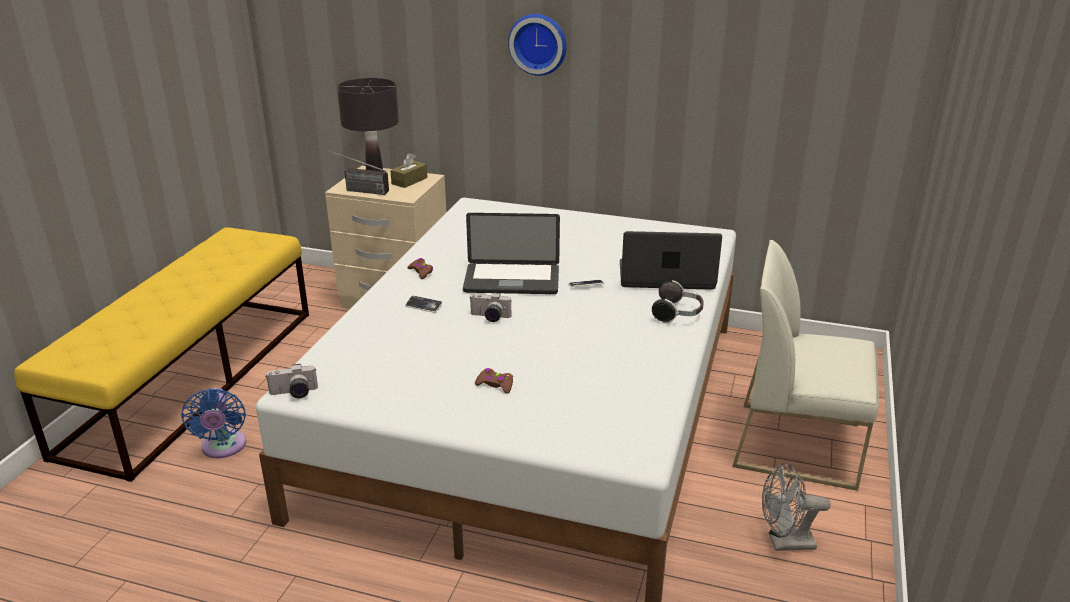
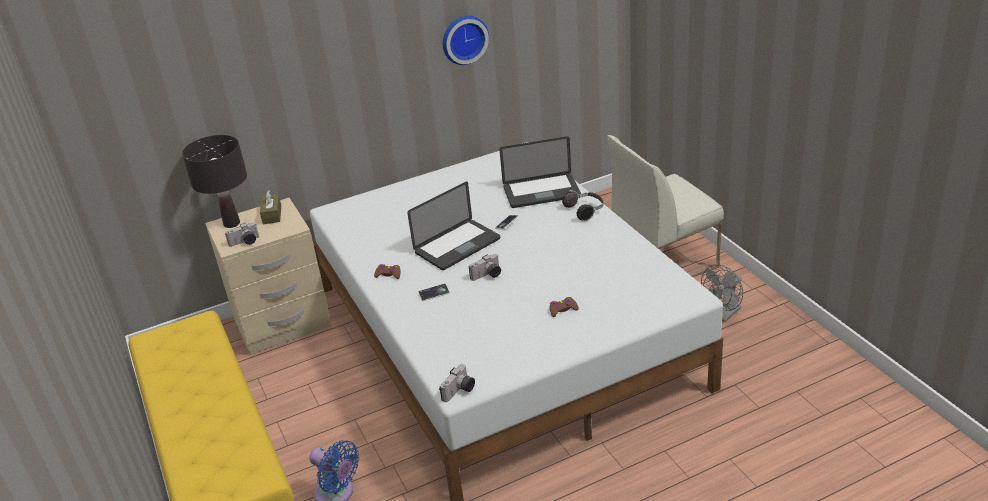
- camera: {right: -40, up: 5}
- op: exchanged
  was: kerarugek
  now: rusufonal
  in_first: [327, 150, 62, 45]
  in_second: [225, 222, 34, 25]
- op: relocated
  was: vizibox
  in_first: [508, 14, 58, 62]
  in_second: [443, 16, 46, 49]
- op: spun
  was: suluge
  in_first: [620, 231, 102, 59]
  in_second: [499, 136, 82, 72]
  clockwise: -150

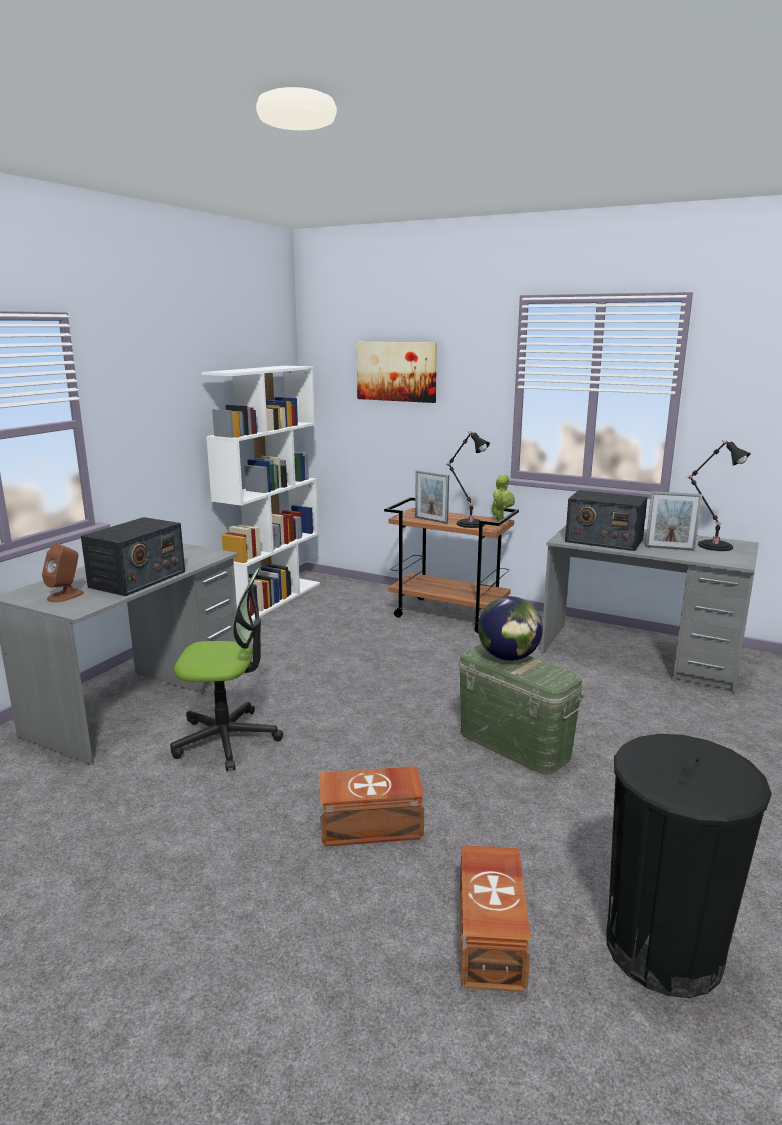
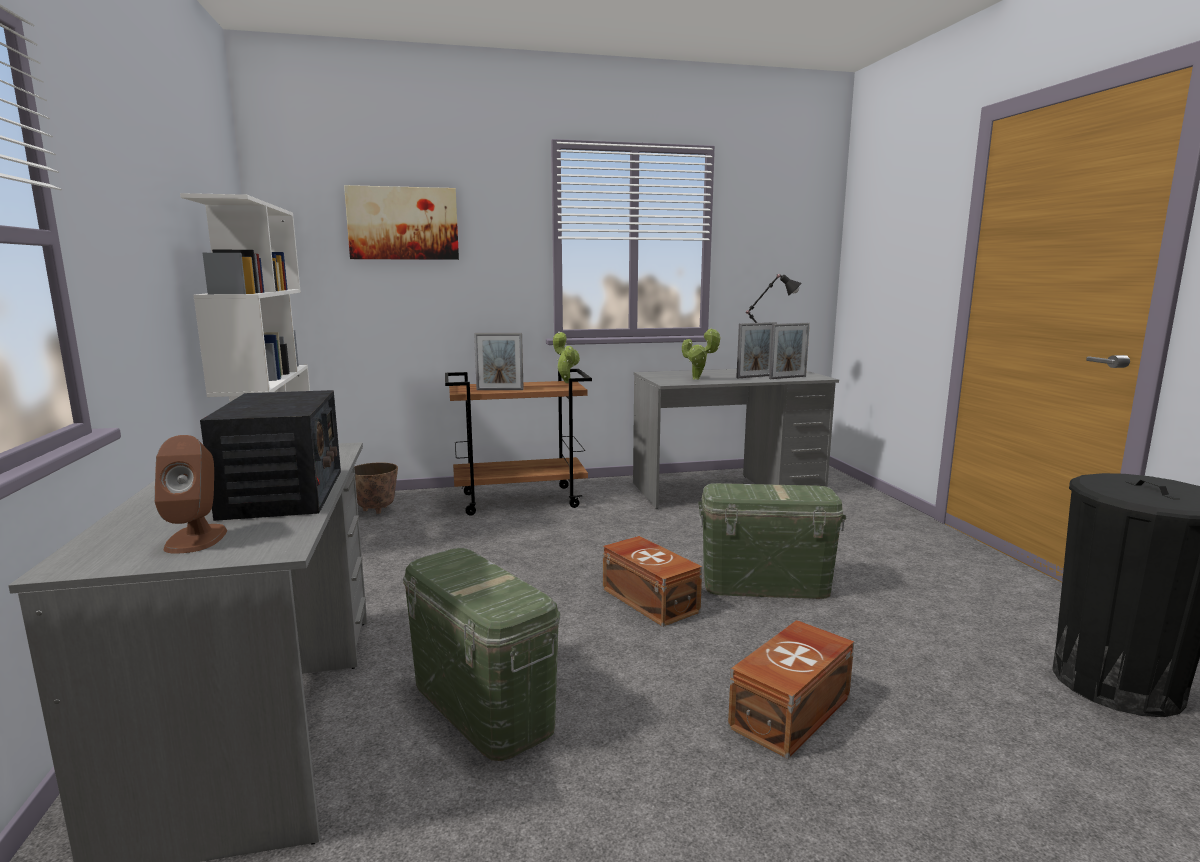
- camera: {right: -40, up: -5}
- op: exchanged
  was: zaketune
  now: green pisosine
  in_first: [170, 568, 113, 203]
  in_second: [403, 548, 157, 213]
- op: missing
  was: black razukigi
  in_first: [447, 431, 43, 97]
- op: relocated
  was: brown pisosine
  in_first: [460, 845, 71, 147]
  in_second: [603, 536, 99, 91]
- op: missing
  was: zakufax
  in_first: [478, 596, 65, 65]
- op: exchanged
  was: kerarugek
  now: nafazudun
  in_first: [565, 490, 82, 61]
  in_second: [682, 328, 39, 52]
- op: appeared
  now: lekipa
  in_second: [354, 462, 44, 52]
- op: appeared
  now: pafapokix
  in_second: [769, 323, 41, 56]

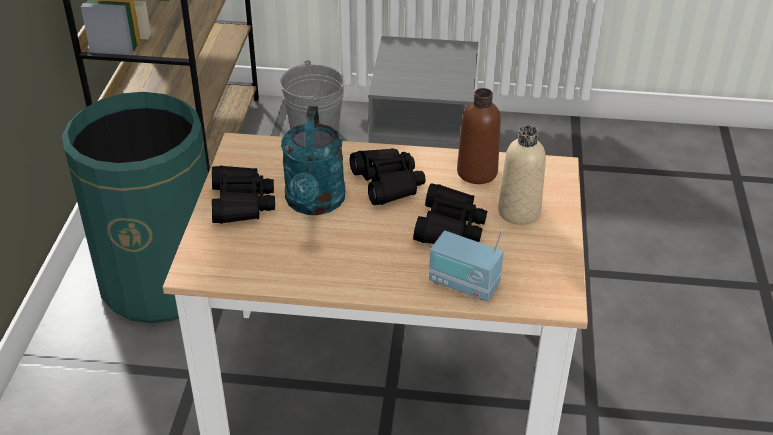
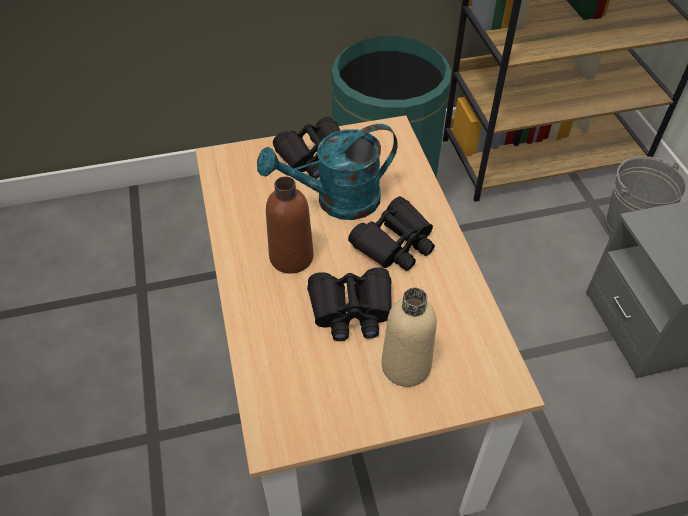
- camera: {right: 70, up: 10}
- op: missing
  was: kerarugek
  in_first: [429, 230, 75, 71]
- op: relocated
  was: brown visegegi
  in_first: [457, 88, 44, 96]
  in_second: [266, 177, 48, 97]

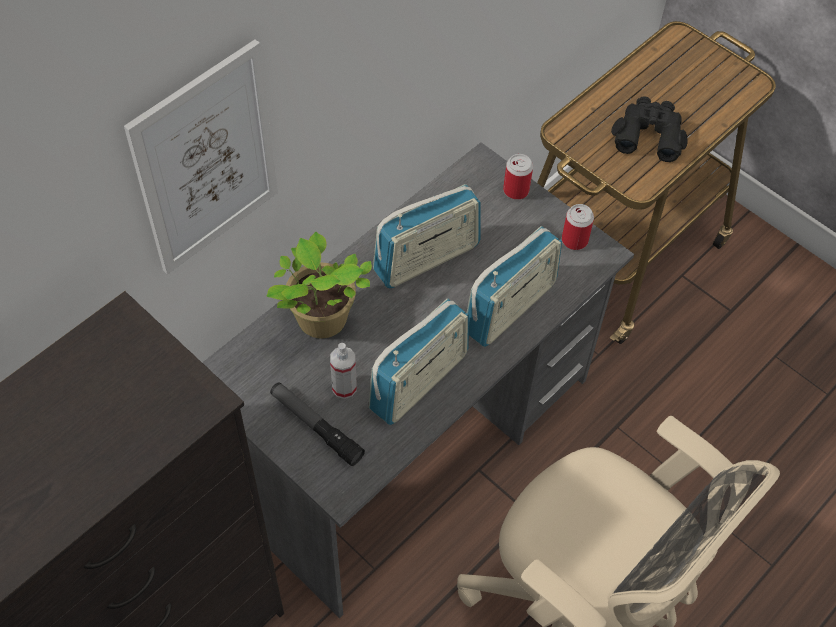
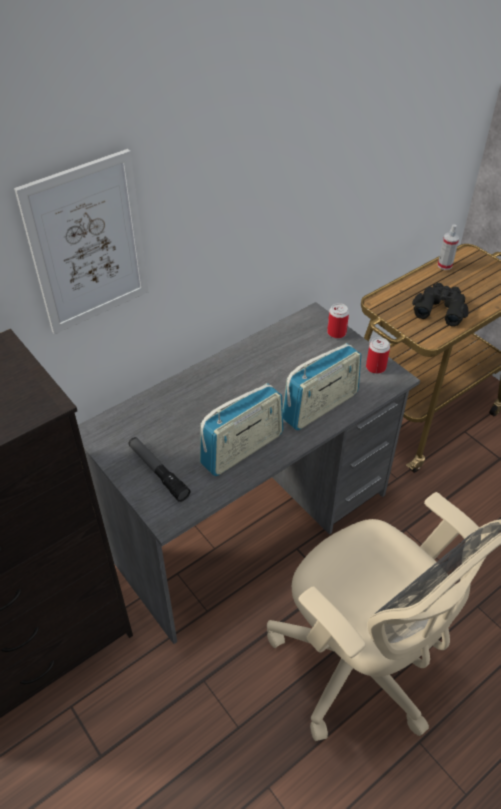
- camera: {right: 10, up: -10}
- op: missing
  was: nafazudun
  in_first: [266, 231, 106, 107]
- op: relocated
  was: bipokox
  in_first: [330, 343, 27, 56]
  in_second: [438, 224, 21, 46]
- op: missing
  was: kerarugek
  in_first: [373, 184, 108, 104]

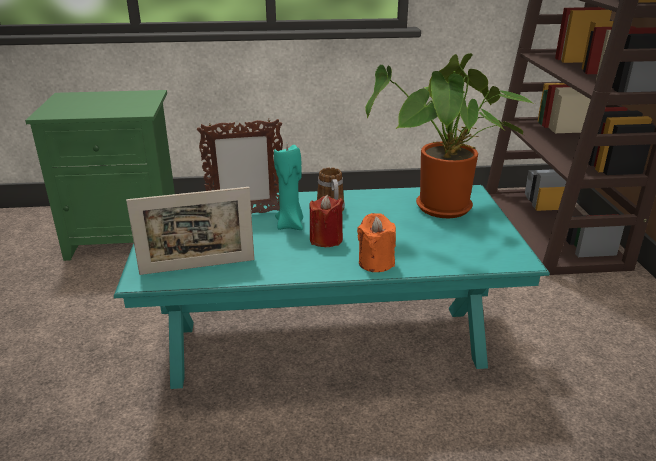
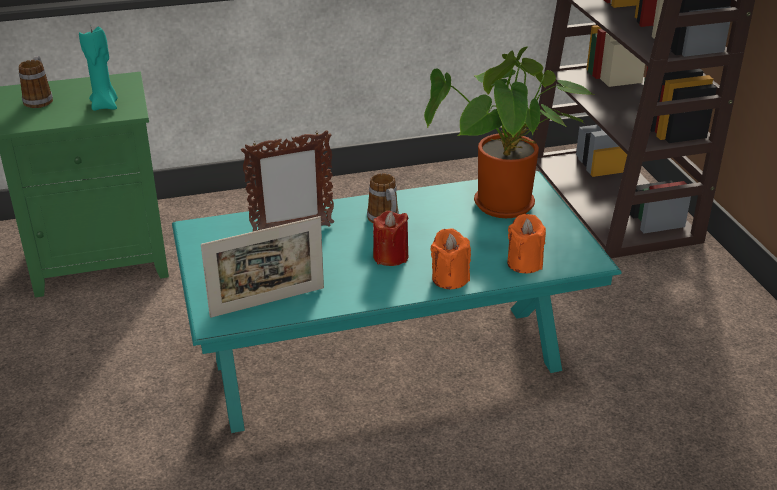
- camera: {right: -10, up: 5}
- op: relocated
  was: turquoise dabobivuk
  in_first: [274, 145, 29, 85]
  in_second: [79, 27, 39, 84]
- op: appeared
  now: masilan
  in_second: [19, 56, 34, 52]
- op: appeared
  now: orange dabobivuk
  in_second: [507, 214, 39, 59]

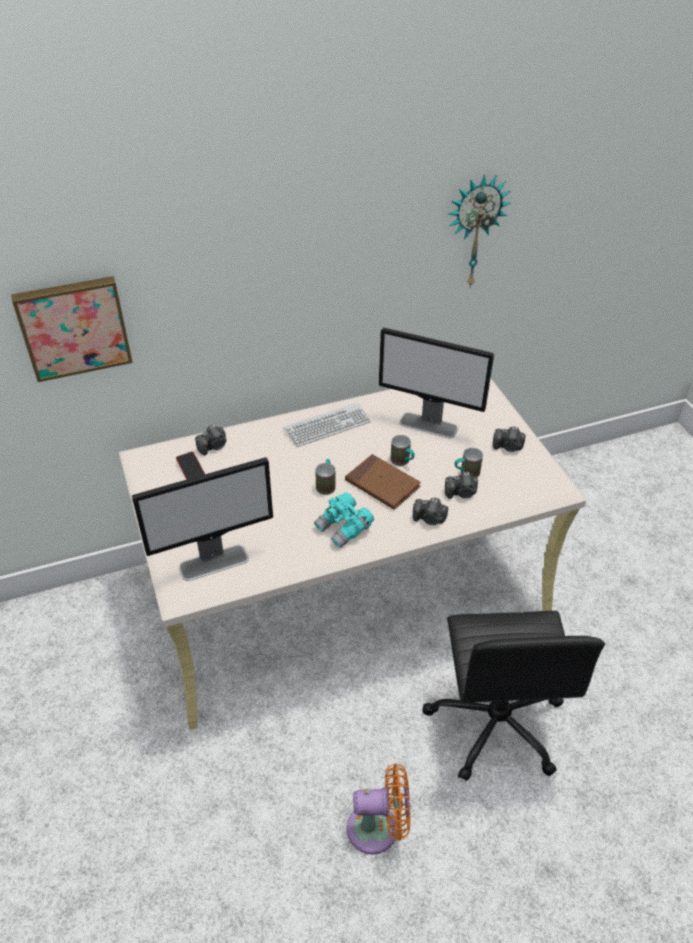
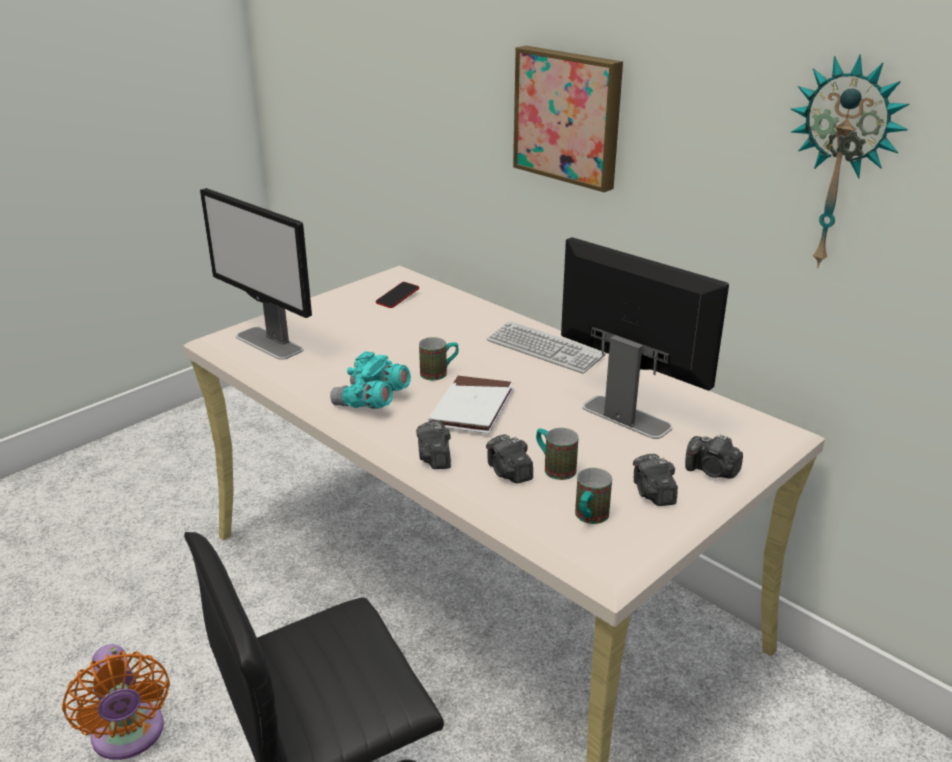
- camera: {right: 65, up: -15}
- op: relocated
  was: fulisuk
  in_first: [11, 276, 122, 106]
  in_second: [513, 46, 110, 146]
- op: relocated
  was: rusufonal
  in_first: [195, 425, 32, 30]
  in_second: [685, 434, 58, 44]
- op: colour
  was: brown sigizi
  now: white sigizi
  in_first: [345, 454, 76, 56]
  in_second: [428, 376, 86, 58]
- op: spun
  was: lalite
  in_first: [379, 327, 115, 112]
  in_second: [561, 237, 168, 202]
  clockwise: 135
- op: relocated
  was: masilan
  in_first: [391, 435, 24, 31]
  in_second: [575, 468, 37, 56]

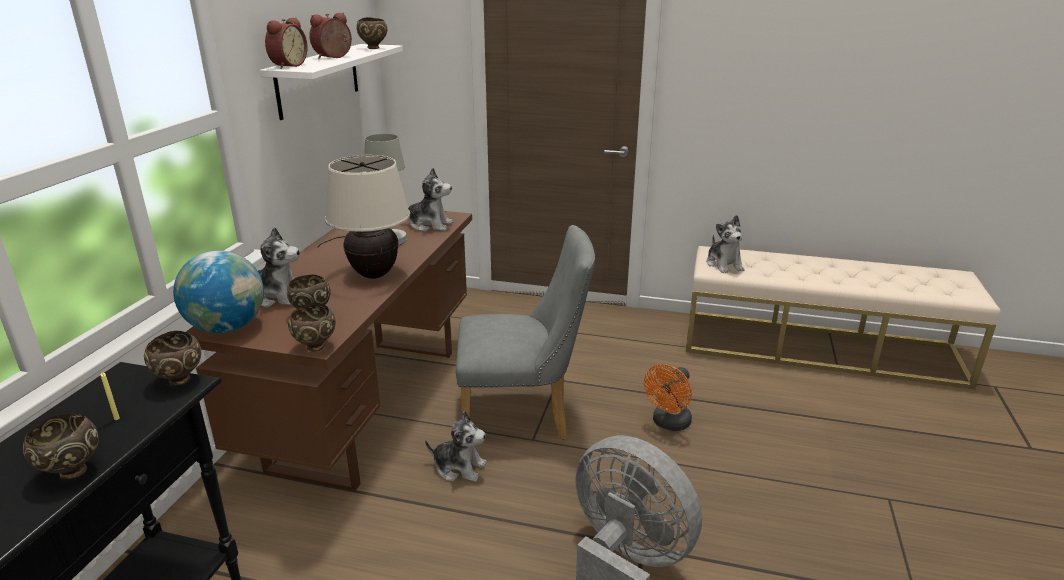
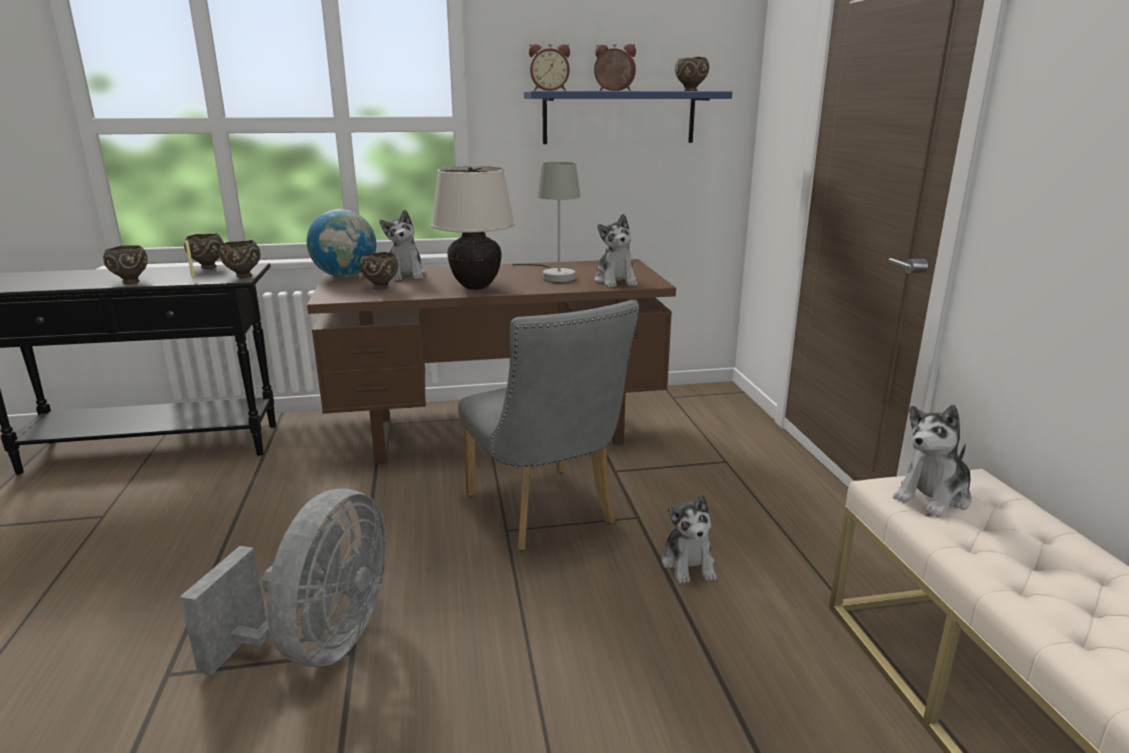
- camera: {right: 65, up: -5}
- op: colour
  was: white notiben
  now: blue notiben
  in_first: [260, 44, 143, 76]
  in_second: [524, 91, 208, 53]
- op: relocated
  was: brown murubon
  in_first: [288, 303, 48, 49]
  in_second: [184, 234, 40, 35]
- op: relocated
  was: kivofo
  in_first: [425, 411, 62, 71]
  in_second: [662, 494, 55, 90]
- op: missing
  was: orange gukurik
  in_first: [644, 364, 48, 67]

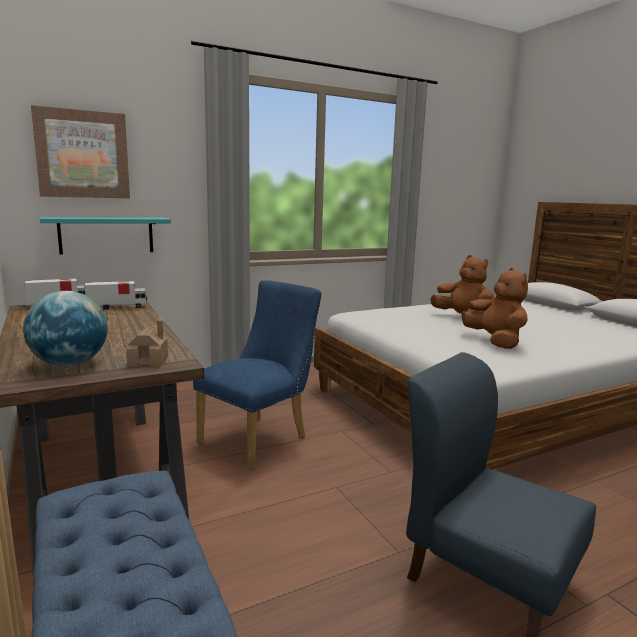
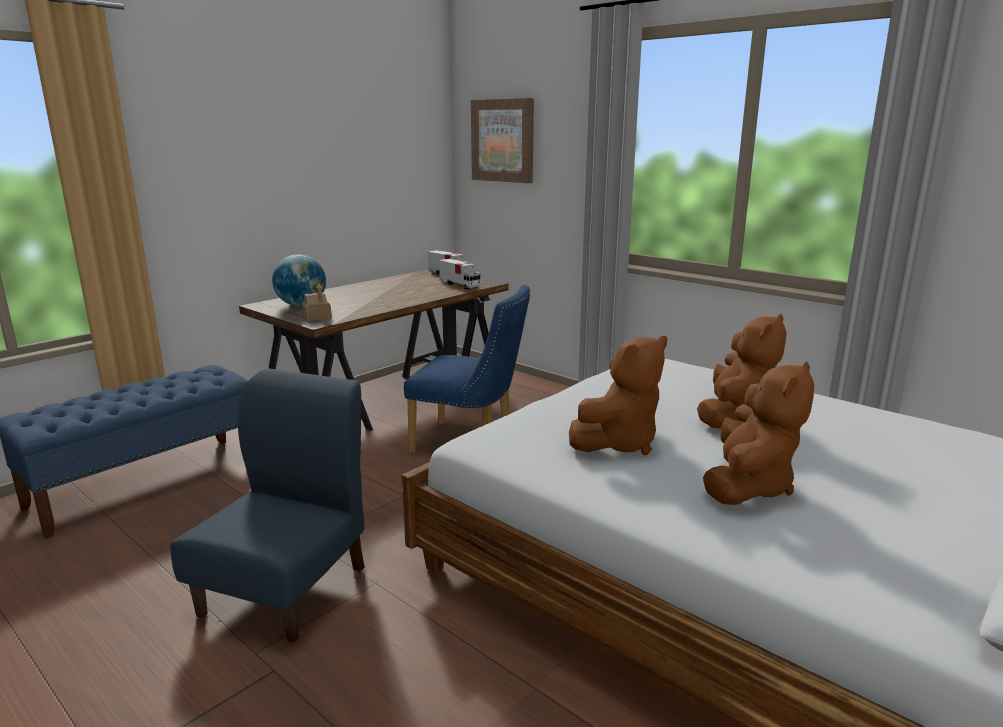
- camera: {right: 70, up: 5}
- op: missing
  was: turquoise notiben
  in_first: [40, 217, 131, 37]
- op: appeared
  now: brown kivofo
  in_second: [703, 361, 111, 144]

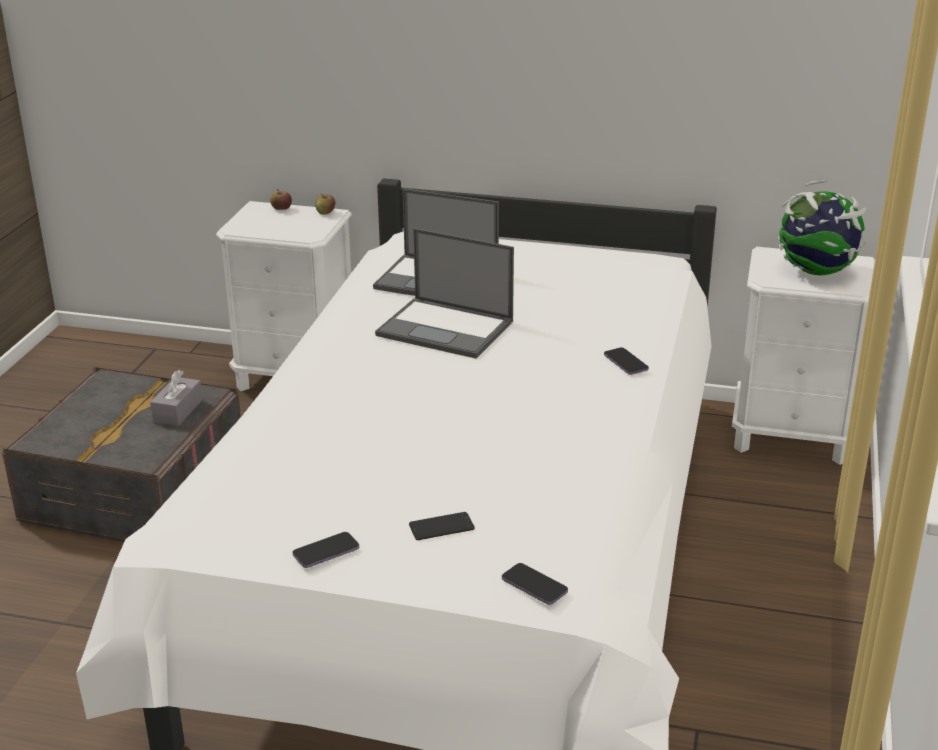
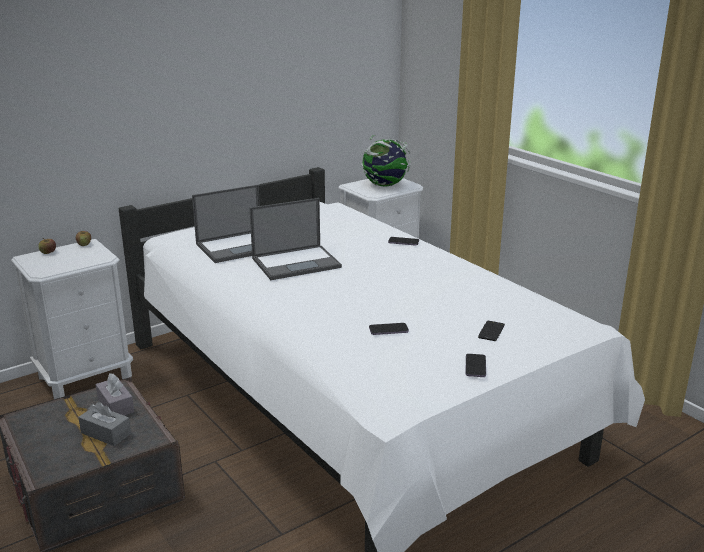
- camera: {right: -50, up: -5}
- op: relocated
  was: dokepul
  in_first: [502, 563, 66, 42]
  in_second: [369, 323, 40, 12]
- op: appeared
  now: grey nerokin
  in_second: [78, 401, 53, 45]

